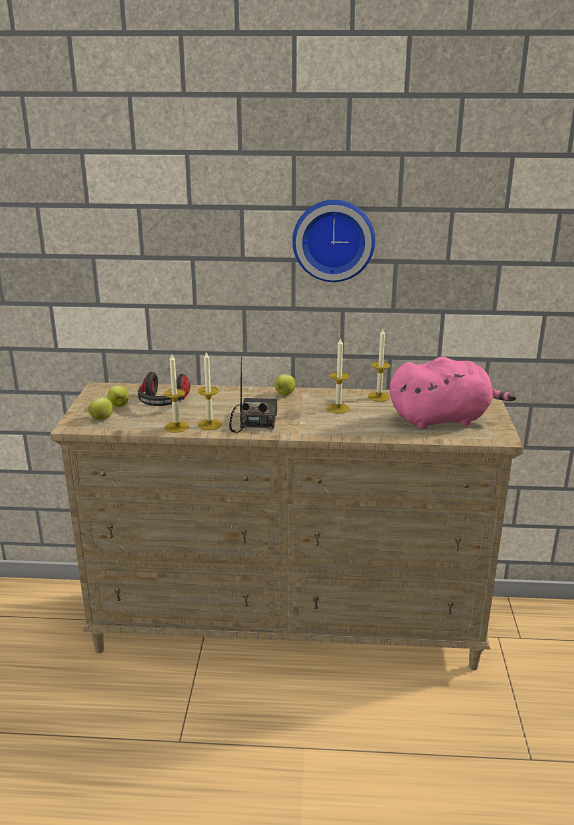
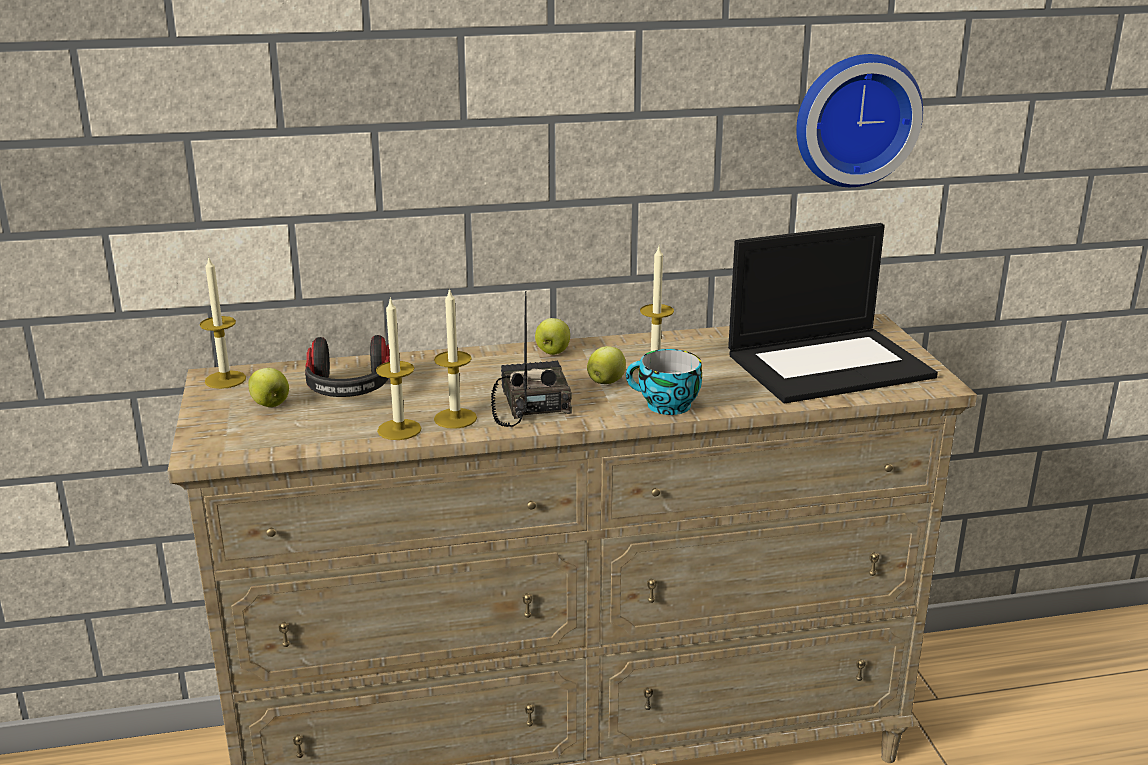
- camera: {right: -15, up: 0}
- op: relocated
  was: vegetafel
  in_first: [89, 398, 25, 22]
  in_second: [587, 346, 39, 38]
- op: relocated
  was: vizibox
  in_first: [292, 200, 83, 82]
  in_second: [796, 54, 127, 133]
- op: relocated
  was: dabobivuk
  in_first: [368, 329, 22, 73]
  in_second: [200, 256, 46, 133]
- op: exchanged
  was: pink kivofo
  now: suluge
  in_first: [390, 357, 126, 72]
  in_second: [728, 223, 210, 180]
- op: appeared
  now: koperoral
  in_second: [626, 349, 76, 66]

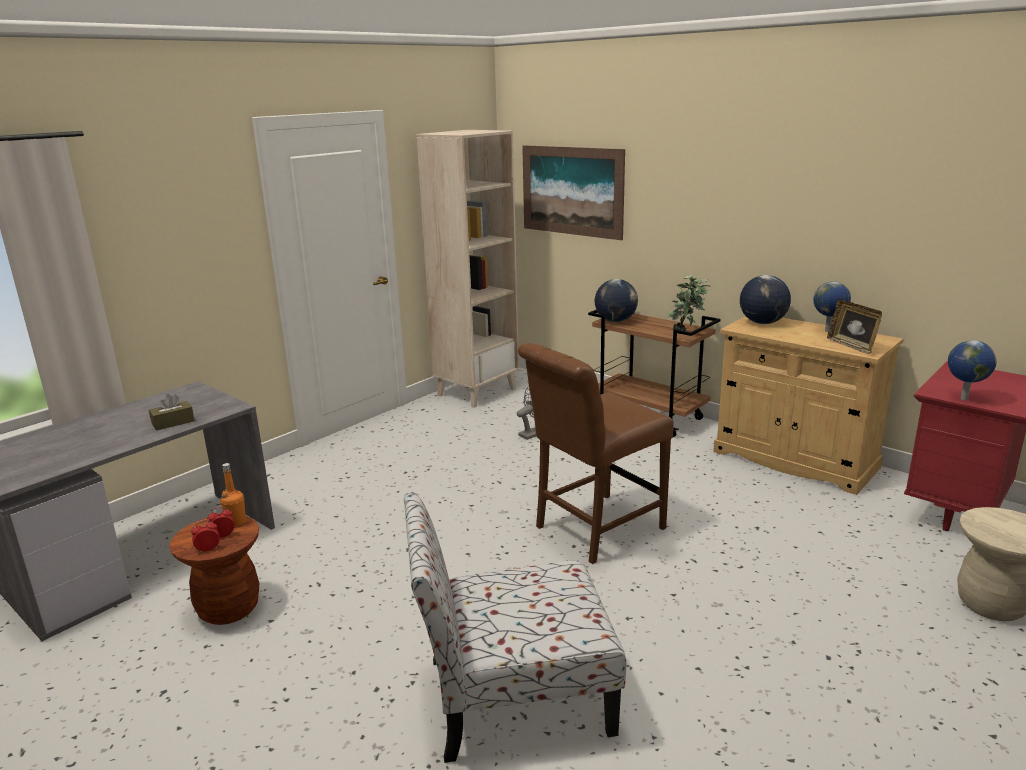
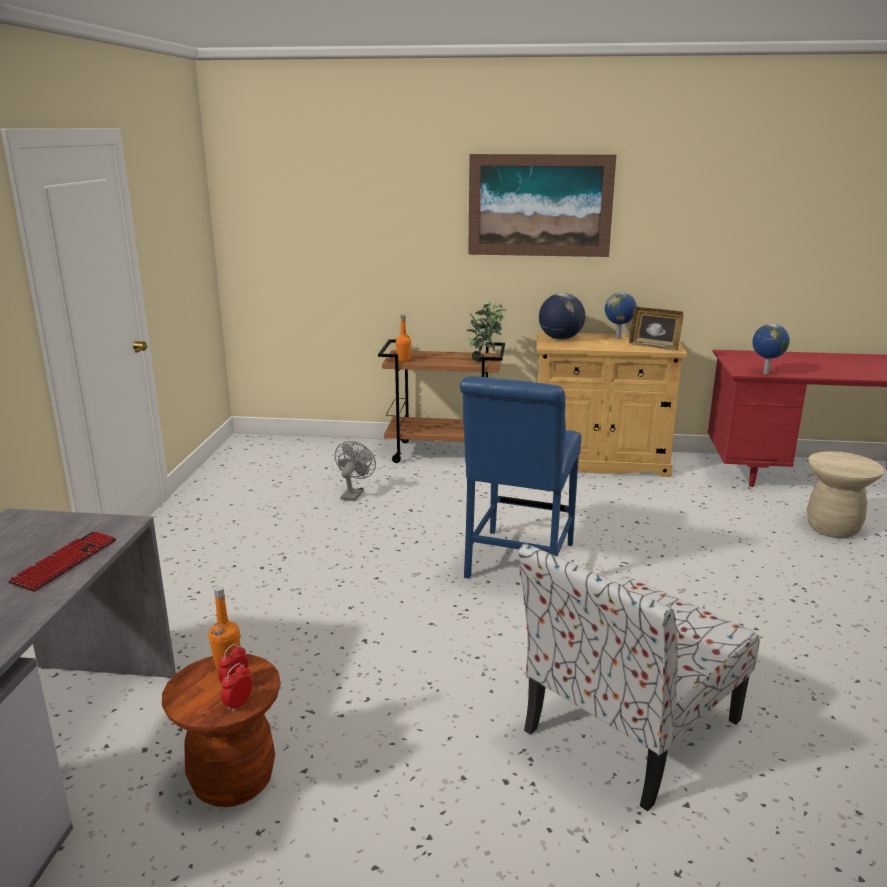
- camera: {right: -35, up: 0}
- op: exchanged
  was: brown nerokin
  now: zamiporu
  in_first: [149, 394, 46, 37]
  in_second: [8, 531, 109, 61]
- op: missing
  was: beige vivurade
  in_first: [416, 130, 103, 278]
- op: colour
  was: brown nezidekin
  now: blue nezidekin
  in_first: [518, 343, 156, 221]
  in_second: [460, 377, 122, 202]
- op: relocated
  was: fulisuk
  in_first: [522, 145, 103, 95]
  in_second: [468, 154, 148, 103]
- op: exchanged
  was: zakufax
  now: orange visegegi
  in_first: [595, 279, 43, 43]
  in_second: [396, 315, 15, 46]

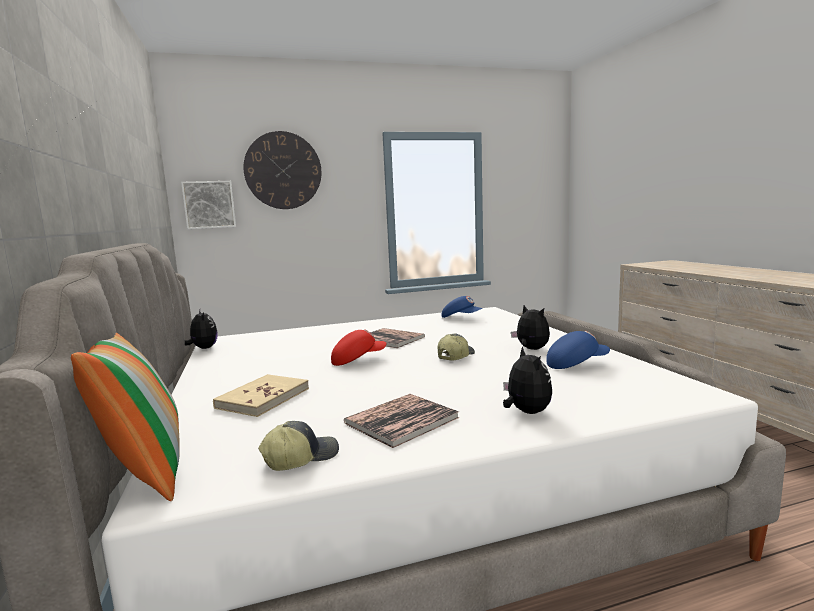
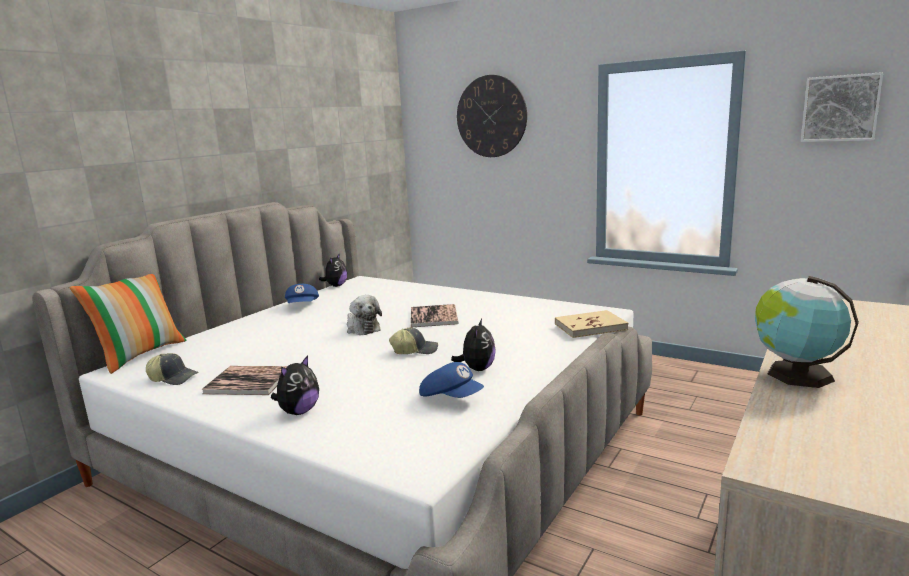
- camera: {right: 50, up: 5}
- op: relocated
  was: fulisuk
  in_first: [181, 181, 55, 48]
  in_second: [801, 72, 83, 70]
- op: relocated
  was: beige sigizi
  in_first: [213, 374, 96, 43]
  in_second: [555, 310, 74, 28]
- op: exchanged
  was: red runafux
  now: kivofo
  in_first: [331, 329, 56, 37]
  in_second: [347, 295, 35, 40]
- op: relocated
  was: blue runafux
  in_first: [442, 296, 41, 22]
  in_second: [285, 284, 34, 19]
- op: appeared
  now: zakufax
  in_second: [755, 276, 104, 112]

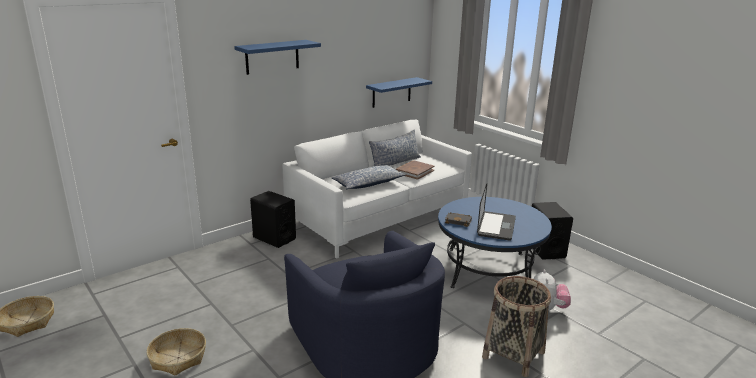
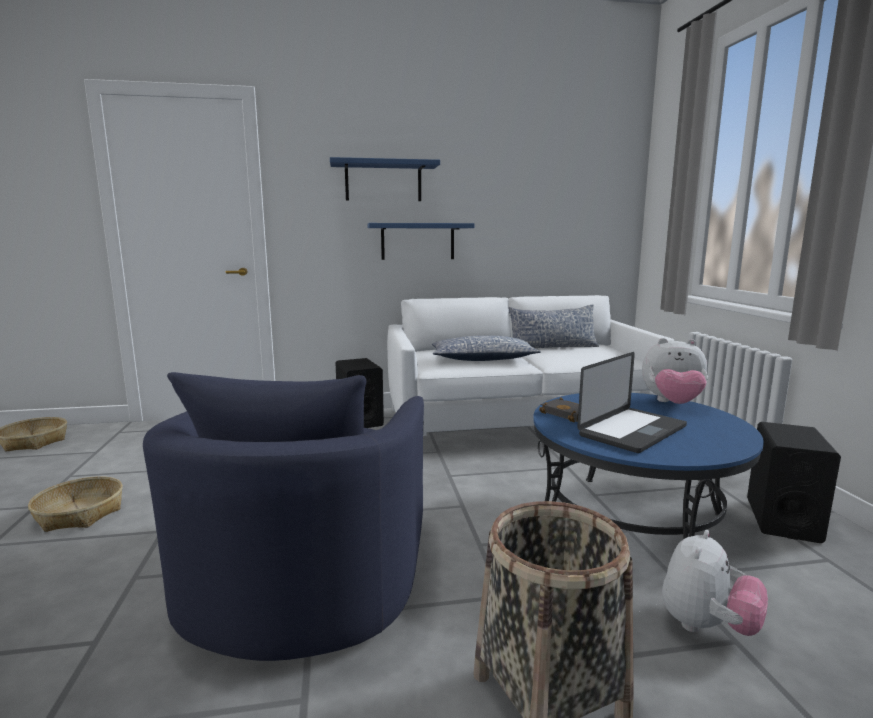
- camera: {right: 30, up: -10}
- op: relocated
  was: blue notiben
  in_first: [366, 77, 66, 31]
  in_second: [367, 223, 108, 37]
- op: missing
  was: brown sigizi
  in_first: [396, 160, 39, 20]
- op: appeared
  now: kivofo
  in_second: [642, 338, 66, 66]

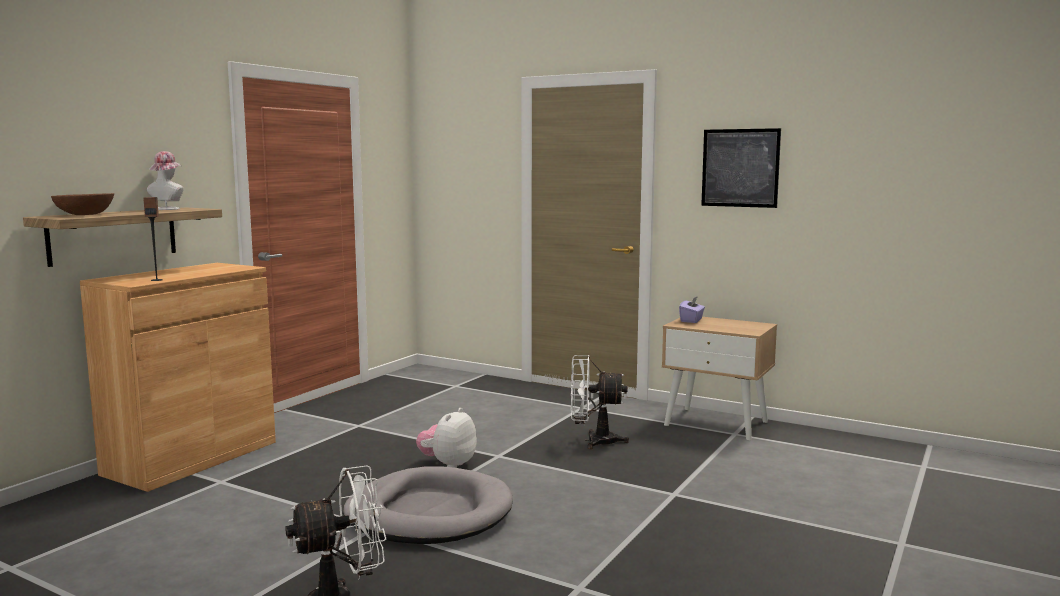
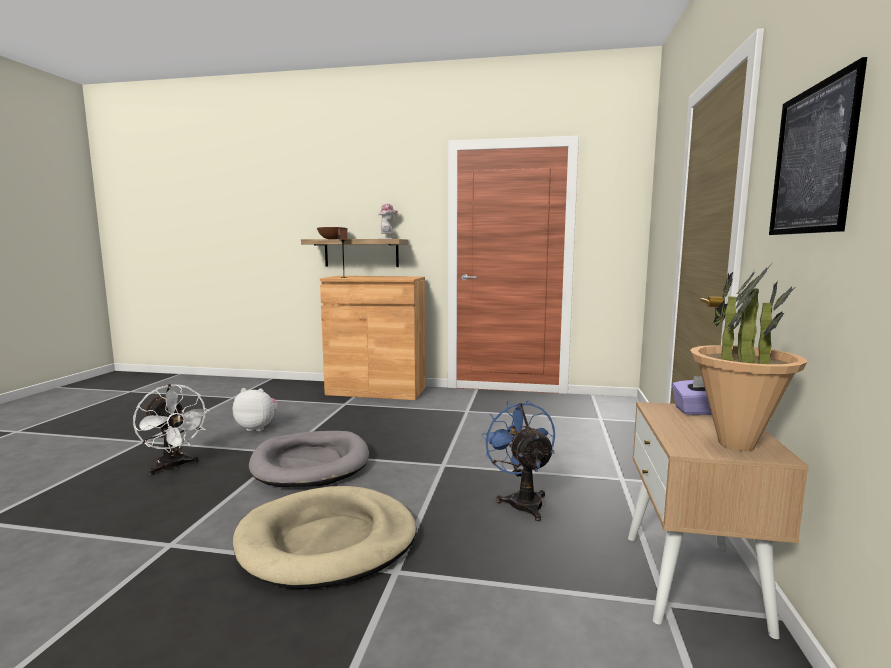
- camera: {right: 70, up: 0}
- op: relocated
  was: kivofo
  in_first: [416, 408, 61, 60]
  in_second: [233, 388, 45, 43]
- op: colour
  was: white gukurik
  now: blue gukurik
  in_first: [571, 355, 58, 94]
  in_second: [481, 401, 74, 120]
- op: appeared
  now: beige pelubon
  in_second: [233, 486, 184, 103]
- op: appeared
  now: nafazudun
  in_second: [690, 265, 117, 186]

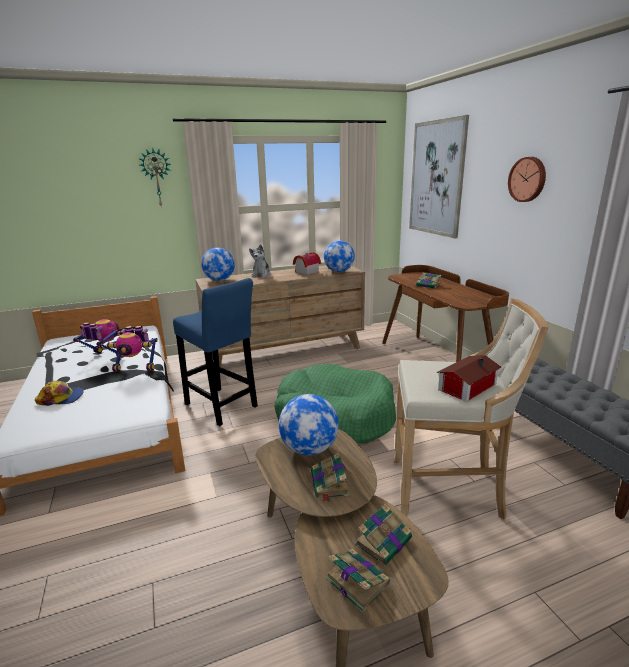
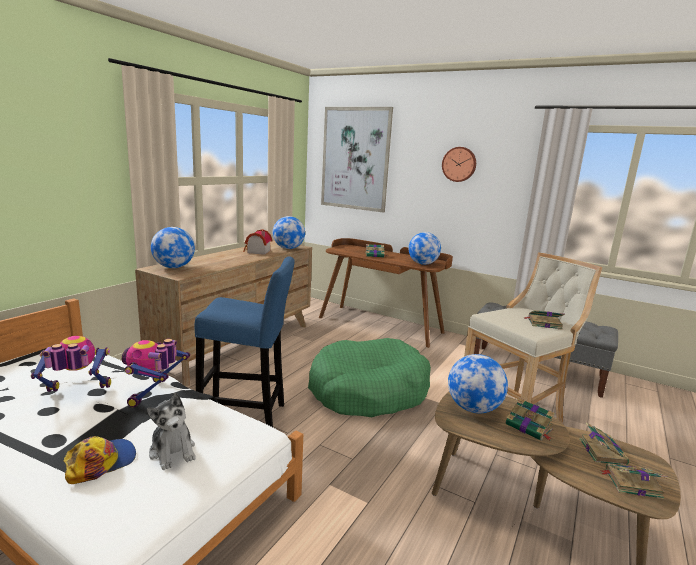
- camera: {right: -40, up: -5}
- op: spun
  was: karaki
  in_first: [106, 326, 52, 46]
  in_second: [121, 339, 69, 68]
  clockwise: 135
- op: missing
  was: vizibox
  in_first: [138, 149, 33, 56]
- op: relocated
  was: kivofo
  in_first: [249, 244, 22, 33]
  in_second: [147, 392, 49, 78]
- op: exchanged
  was: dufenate
  now: sigizi
  in_first: [437, 355, 64, 47]
  in_second: [524, 310, 41, 20]
- op: appeared
  now: zakufax
  in_second: [409, 232, 32, 33]

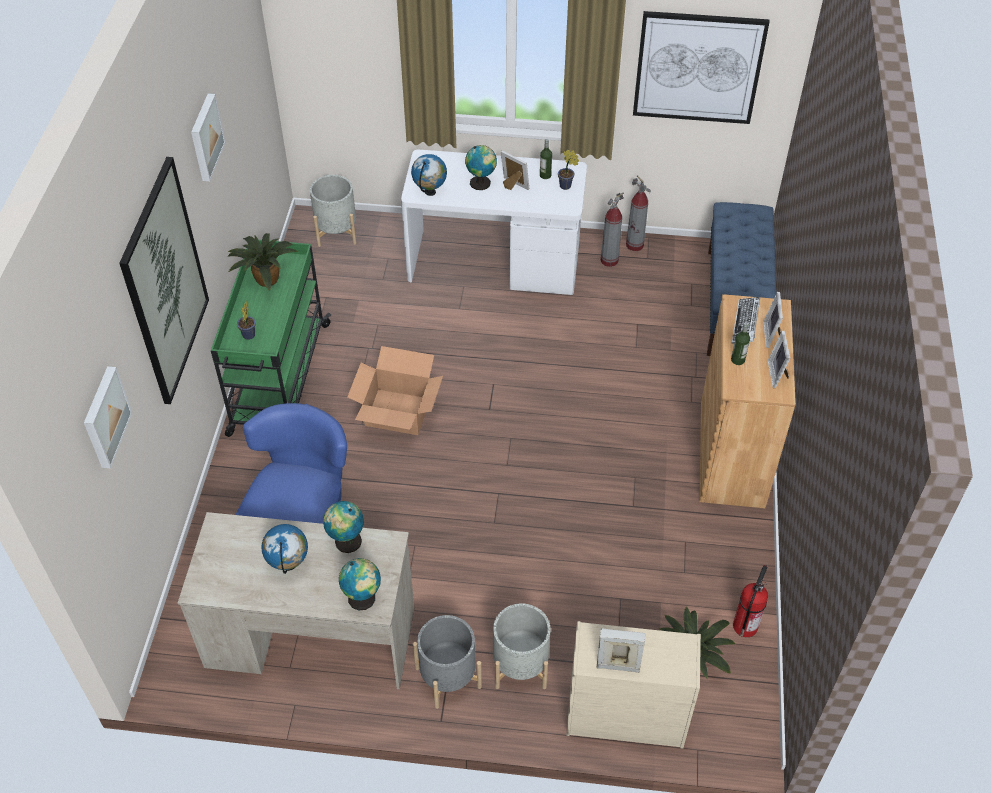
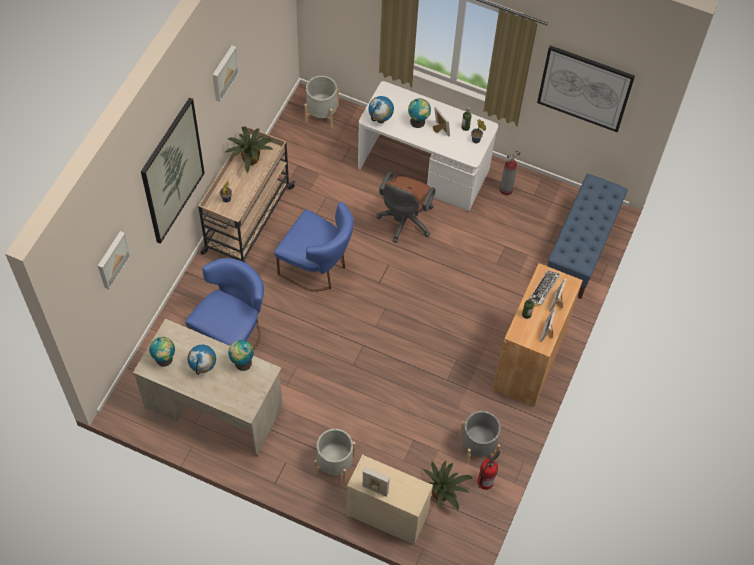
- camera: {right: 15, up: 10}
- op: colour
  was: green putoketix
  now: beige putoketix
  in_first: [211, 240, 120, 197]
  in_second: [198, 127, 98, 135]
- op: relocated
  was: zakufax
  in_first: [339, 558, 42, 52]
  in_second: [149, 337, 26, 30]
- op: exchanged
  was: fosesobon
  now: blue nezidekin
  in_first: [347, 346, 96, 89]
  in_second: [274, 202, 80, 90]
- op: relocated
  was: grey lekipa
  in_first: [413, 615, 69, 94]
  in_second: [460, 411, 41, 53]
- op: missing
  was: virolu
  in_first: [626, 175, 25, 76]
- op: appeared
  now: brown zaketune
  in_second: [376, 172, 60, 71]

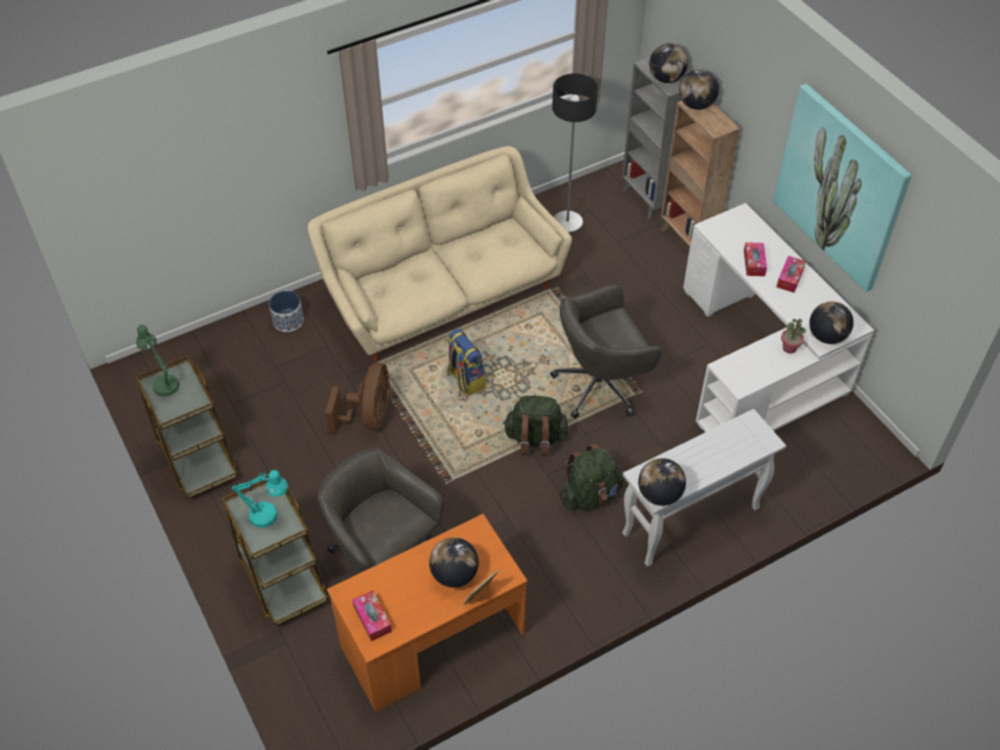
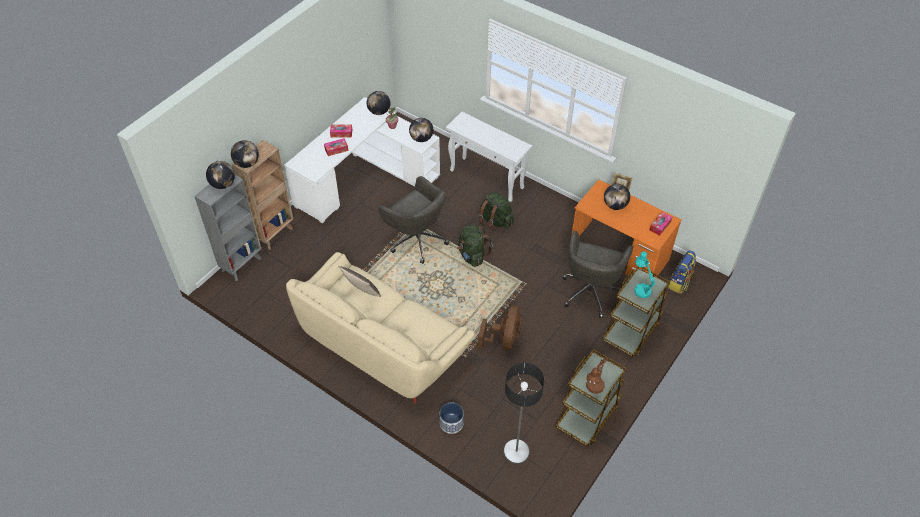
- camera: {right: -115, up: 0}
- op: colour
  was: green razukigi
  now: brown razukigi
  in_first: [136, 325, 44, 72]
  in_second: [586, 357, 20, 37]
- op: spun
  was: brown gukurik
  in_first: [325, 363, 66, 72]
  in_second: [478, 305, 43, 45]
  clockwise: 120
- op: relocated
  was: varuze
  in_first: [447, 329, 39, 67]
  in_second: [668, 250, 28, 44]
- op: relocated
  was: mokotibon
  in_first: [552, 73, 46, 161]
  in_second: [503, 362, 41, 102]
- op: relocated
  was: zakufax
  in_first: [638, 458, 48, 48]
  in_second: [409, 118, 24, 24]
- op: missing
  was: fulisuk
  in_first: [773, 84, 139, 208]
- op: appeared
  now: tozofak
  in_second: [338, 266, 43, 31]

